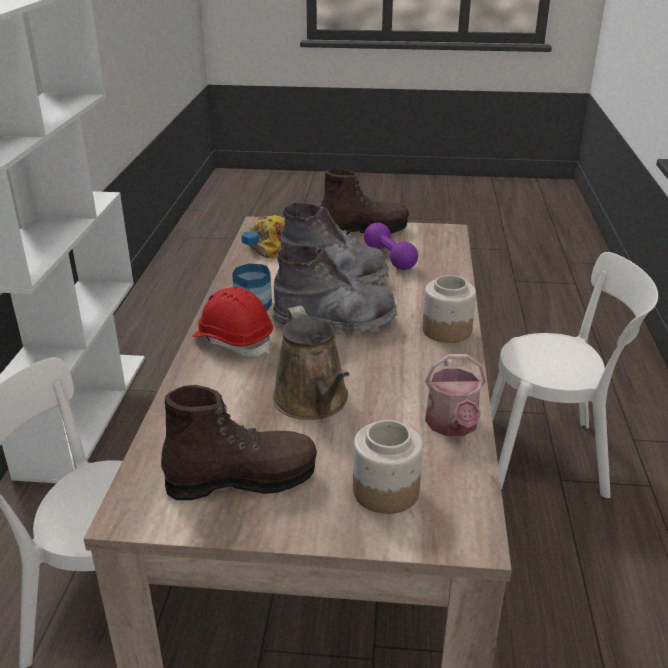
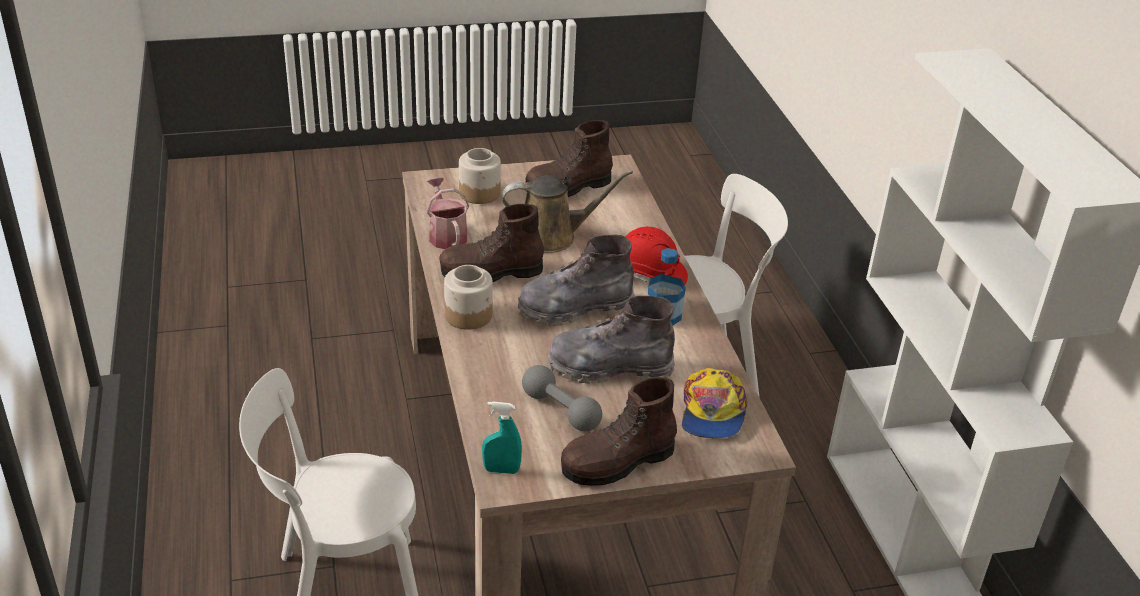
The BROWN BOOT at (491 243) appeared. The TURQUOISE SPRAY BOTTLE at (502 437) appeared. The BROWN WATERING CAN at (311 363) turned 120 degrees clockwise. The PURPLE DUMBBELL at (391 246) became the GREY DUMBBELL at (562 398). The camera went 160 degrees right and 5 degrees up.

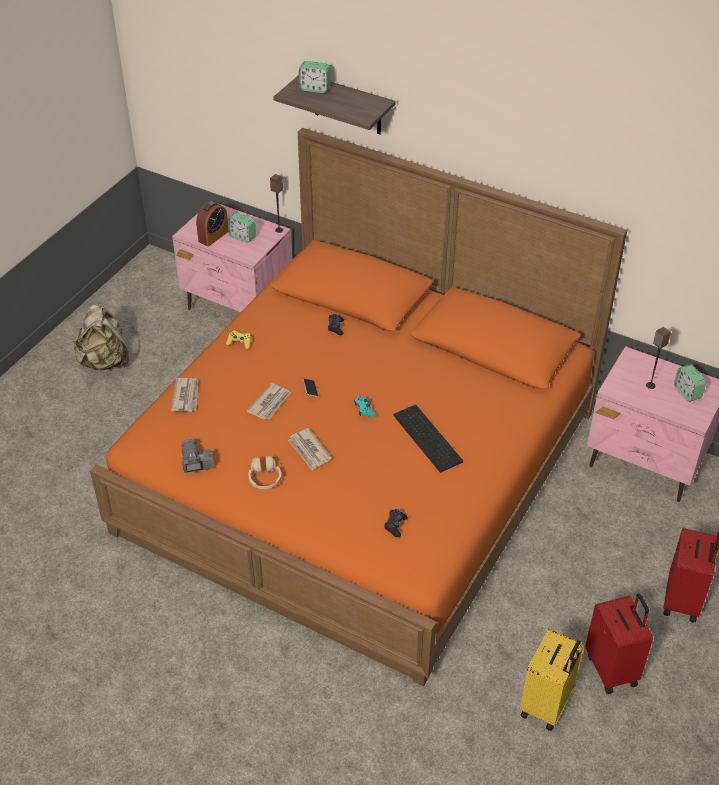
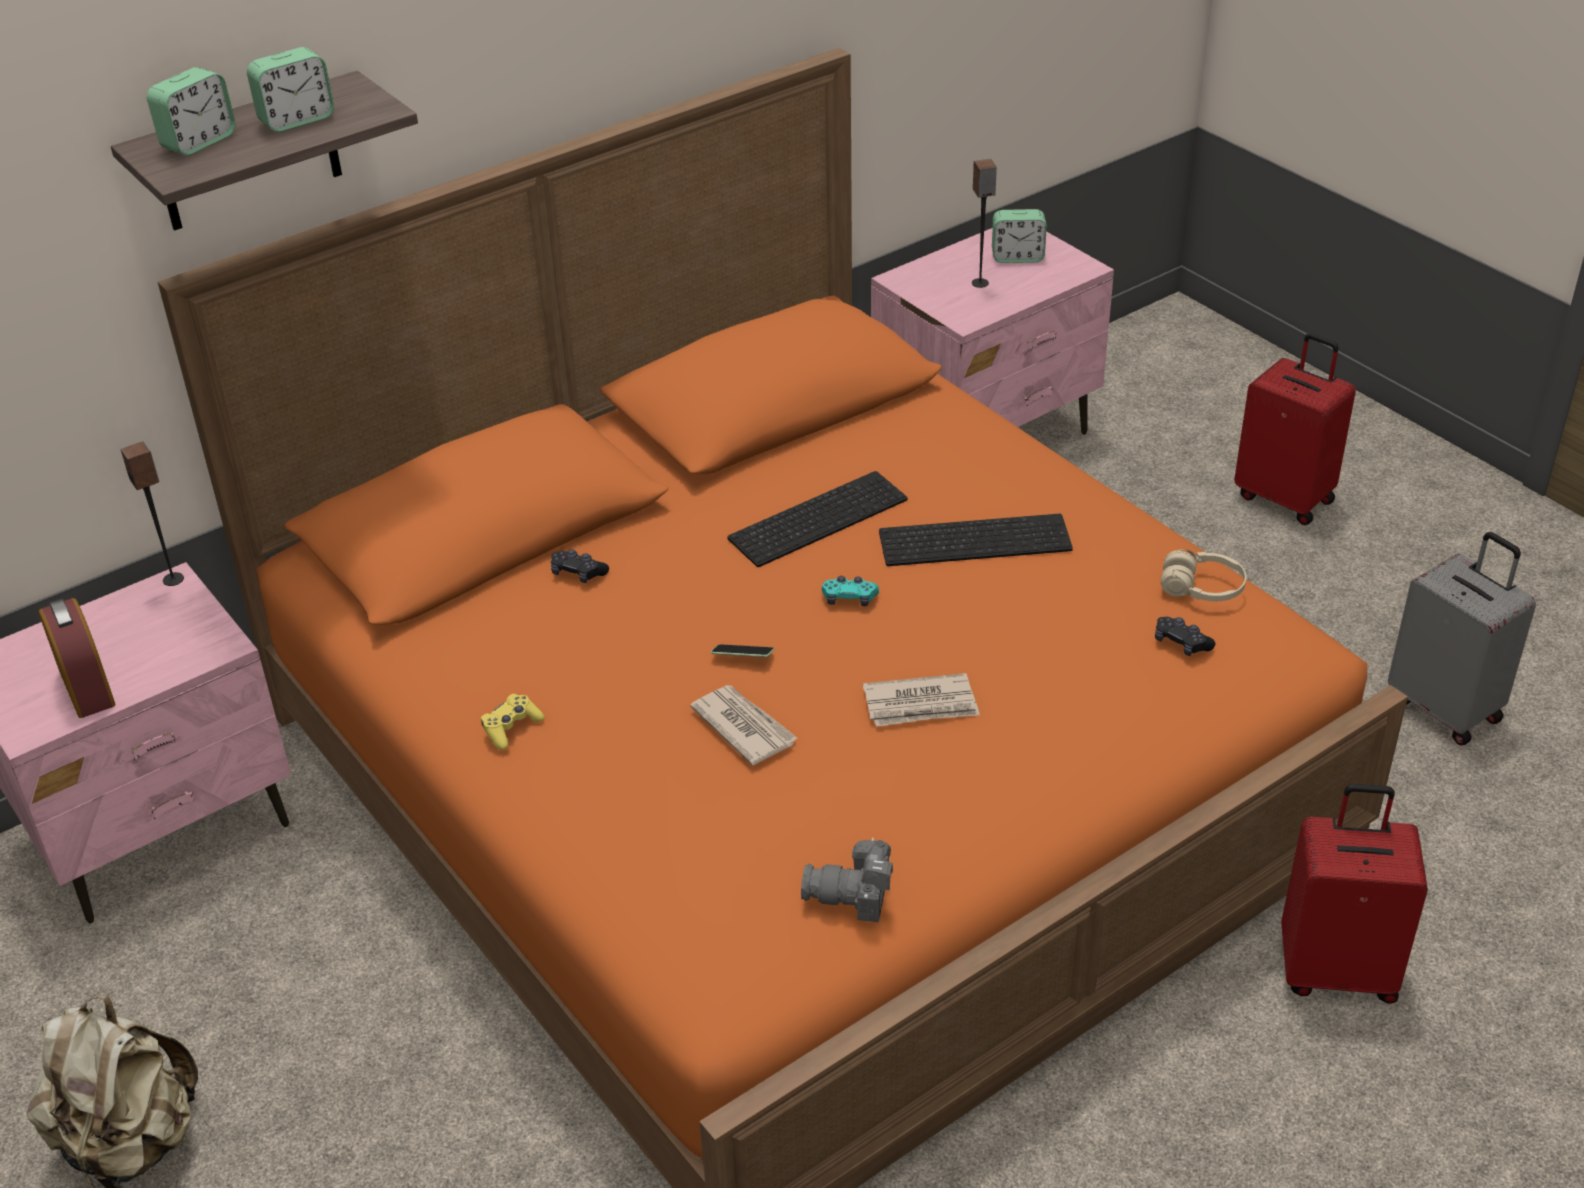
The ALARM CLOCK moved from (242 227) to (290 89). The KEYBOARD at (817 519) appeared. The BEIGE HEADPHONES moved from (264 472) to (1203 575). The RED SUITCASE moved from (619 643) to (1354 894). The YELLOW SUITCASE at (552 680) became the GREY SUITCASE at (1462 638). The NEWSPAPER at (184 395) disappeared. The camera went 65 degrees left and 5 degrees down.

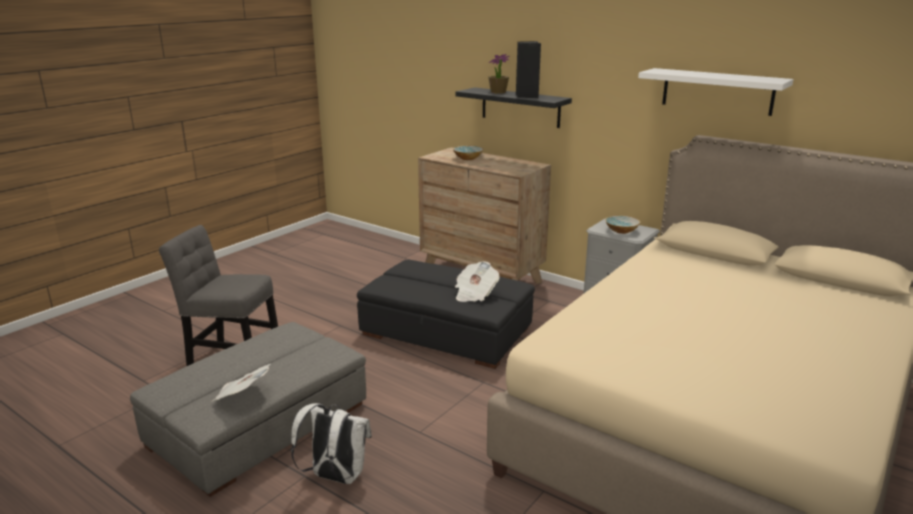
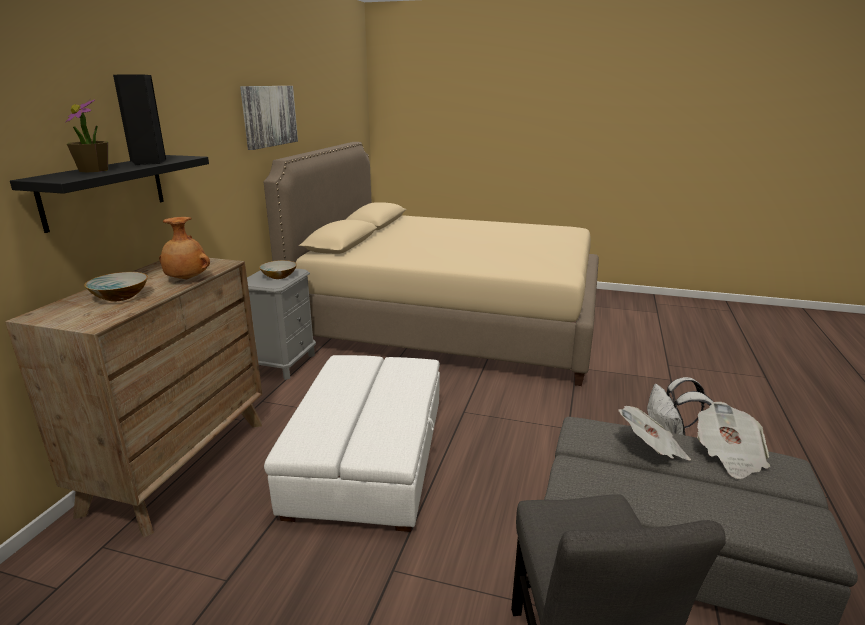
The BROWN VASE at (184 248) appeared. The WHITE SHELF at (715 92) was replaced by the PICTURE at (269 118). The BLACK OTTOMAN at (446 314) became the WHITE OTTOMAN at (352 443). The NEWSPAPER moved from (477 281) to (654 433). The camera went 110 degrees left and 0 degrees up.

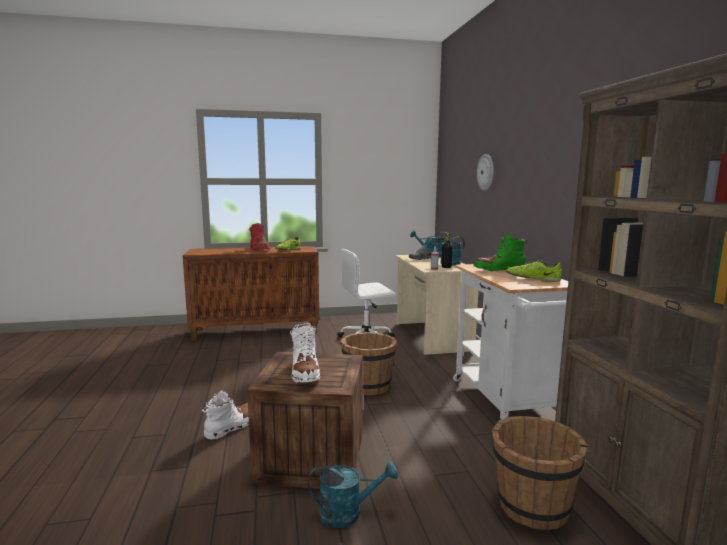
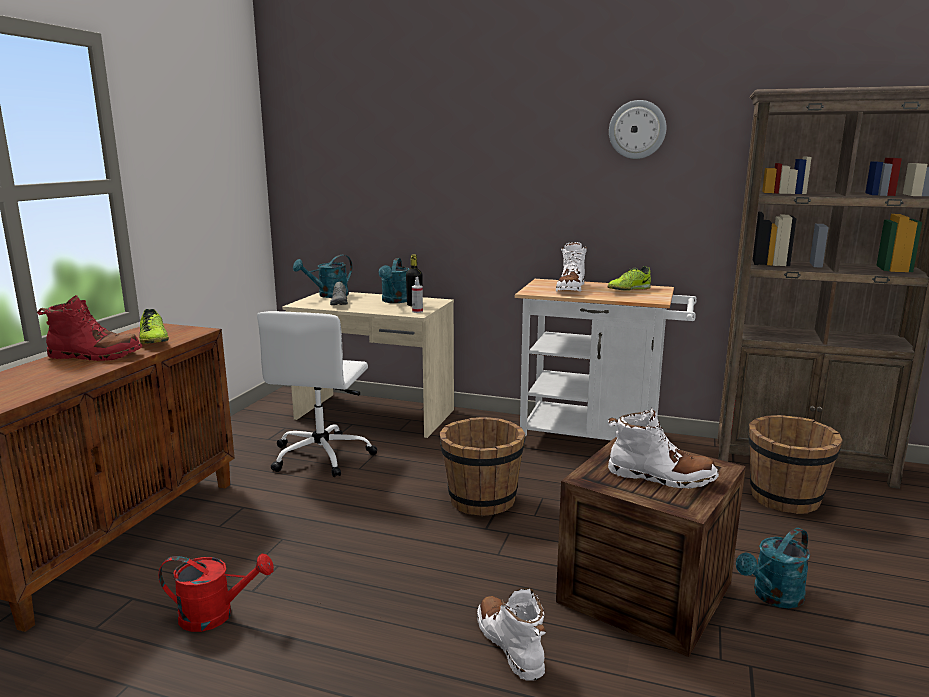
The RED WATERING CAN at (216 592) appeared. The GREEN BOOT at (501 252) became the WHITE BOOT at (571 267). The WALL CLOCK moved from (485 172) to (638 129). The TURQUOISE WATERING CAN at (353 494) turned 150 degrees counterclockwise. The camera went 60 degrees left and 5 degrees up.

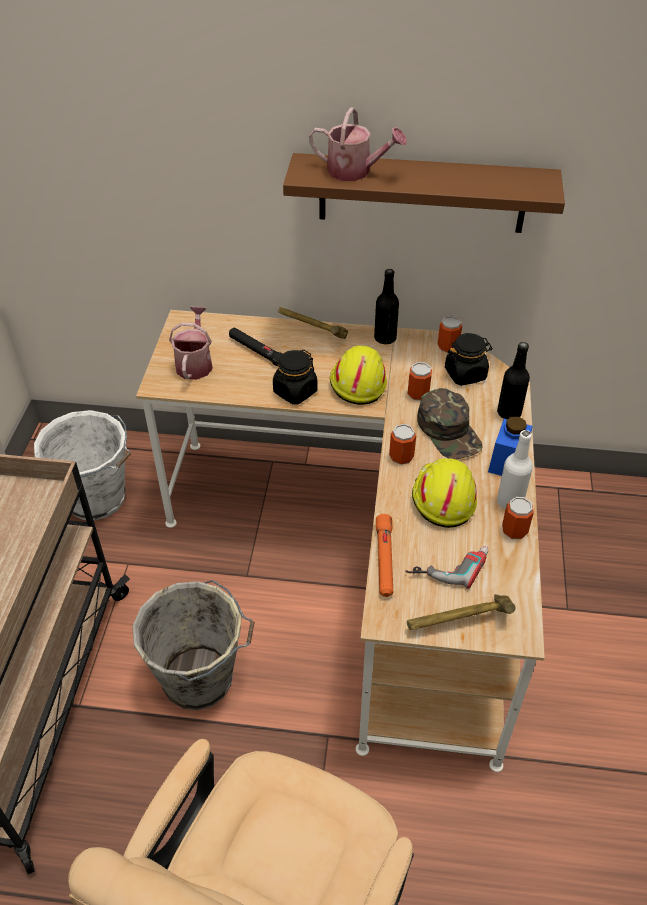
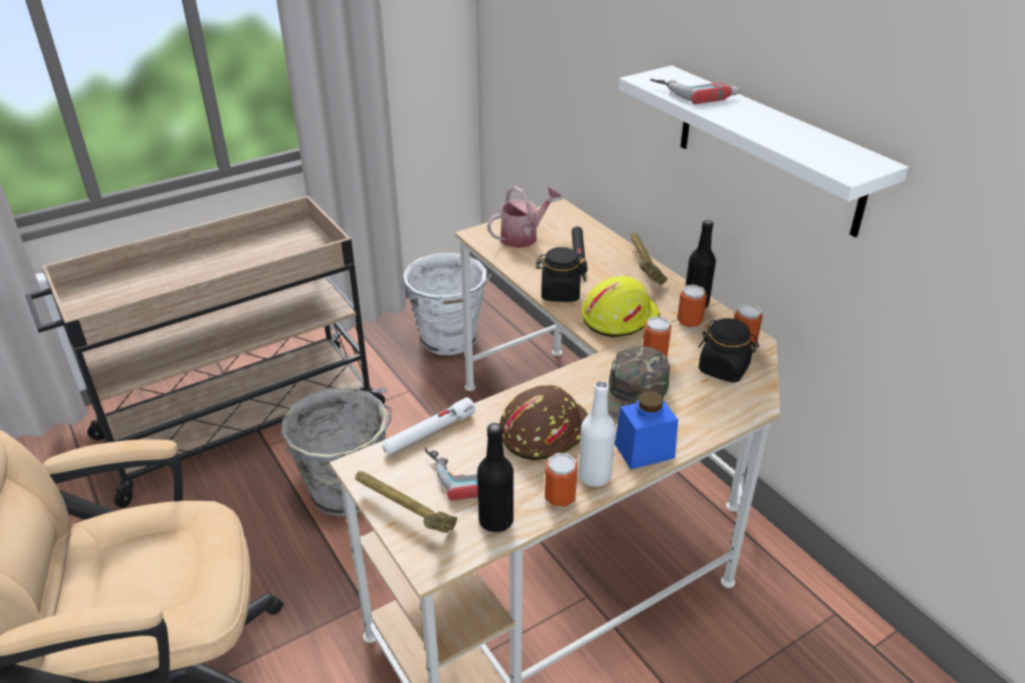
The ORANGE FLASHLIGHT at (384 555) became the WHITE FLASHLIGHT at (429 425). The BLACK BOTTLE moved from (513 380) to (495 477). The YELLOW HARD HAT at (444 493) became the BROWN HARD HAT at (543 423). The BROWN SHELF at (424 193) became the WHITE SHELF at (764 151). The WATERING CAN at (358 144) was replaced by the POWER DRILL at (695 91). The CAN moved from (402 444) to (692 306). The camera went 50 degrees right and 10 degrees down.

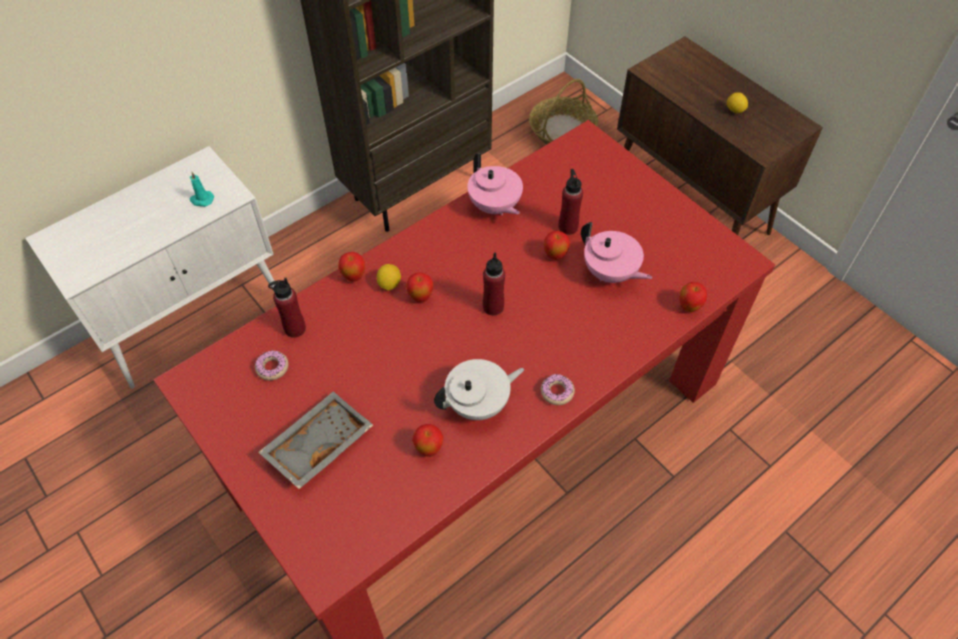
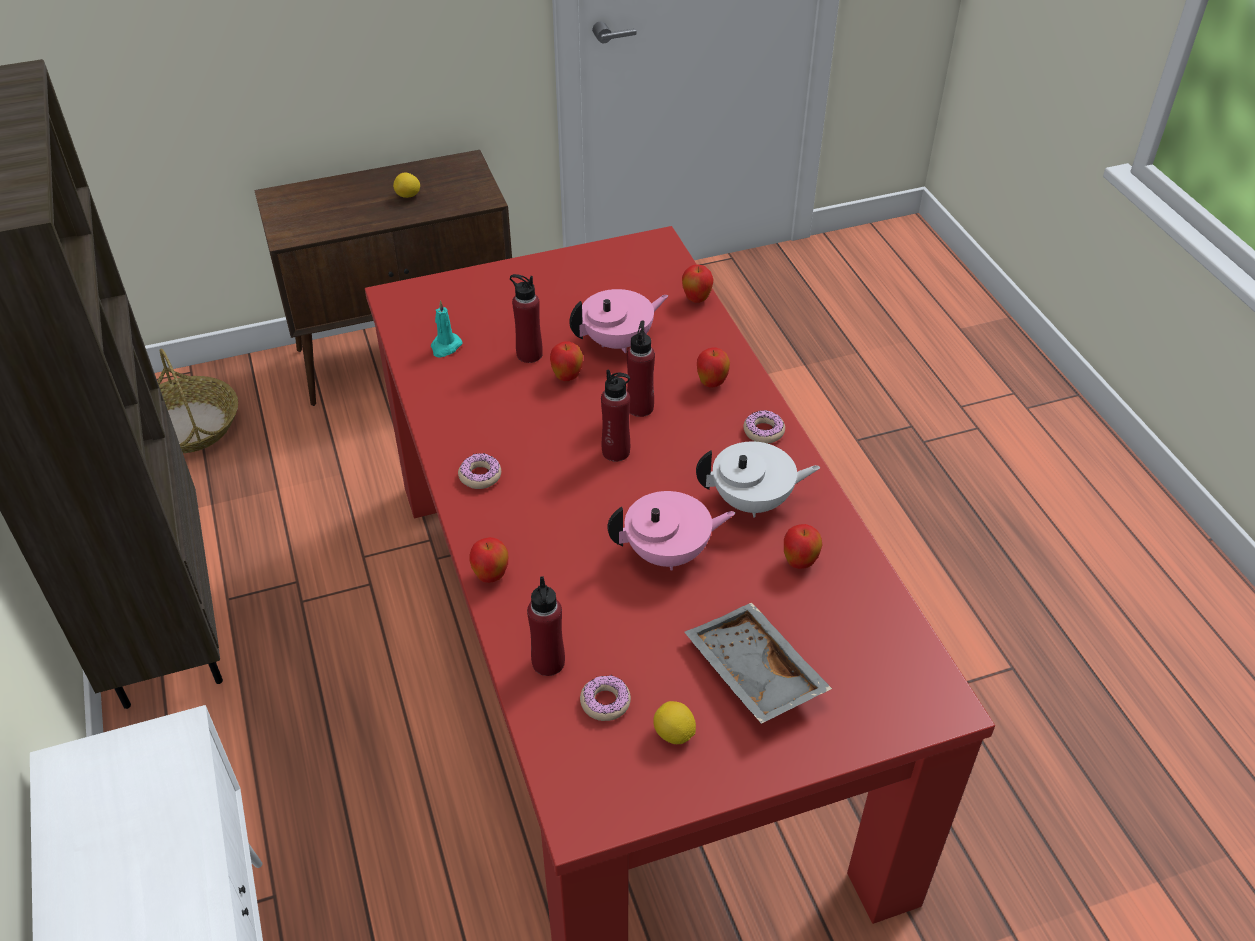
The TURQUOISE CANDLE moved from (202 189) to (446 329). The DONUT at (479 471) appeared. The PINK TEAPOT moved from (495 184) to (671 530). The RED BOTTLE at (641 368) appeared. The LEMON moved from (389 277) to (674 722). The WHITE TEAPOT at (479 389) turned 90 degrees clockwise. The APPLE moved from (419 287) to (713 367). The camera went 70 degrees left and 10 degrees down.

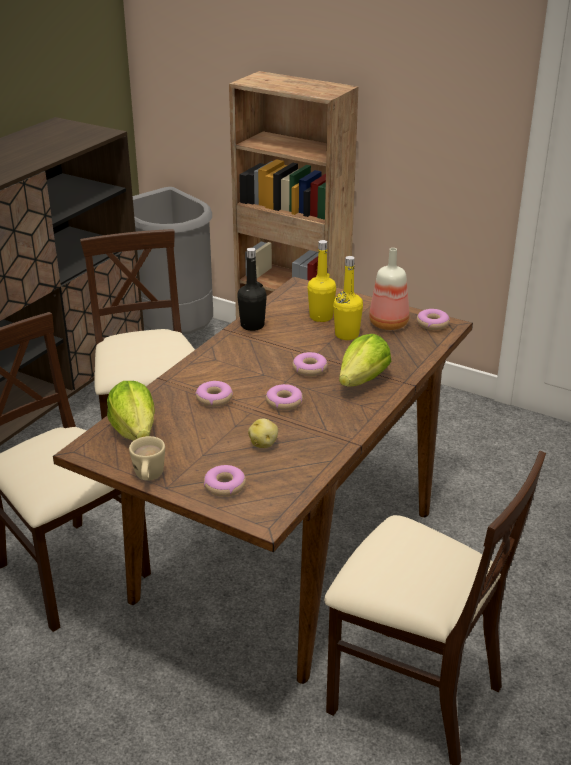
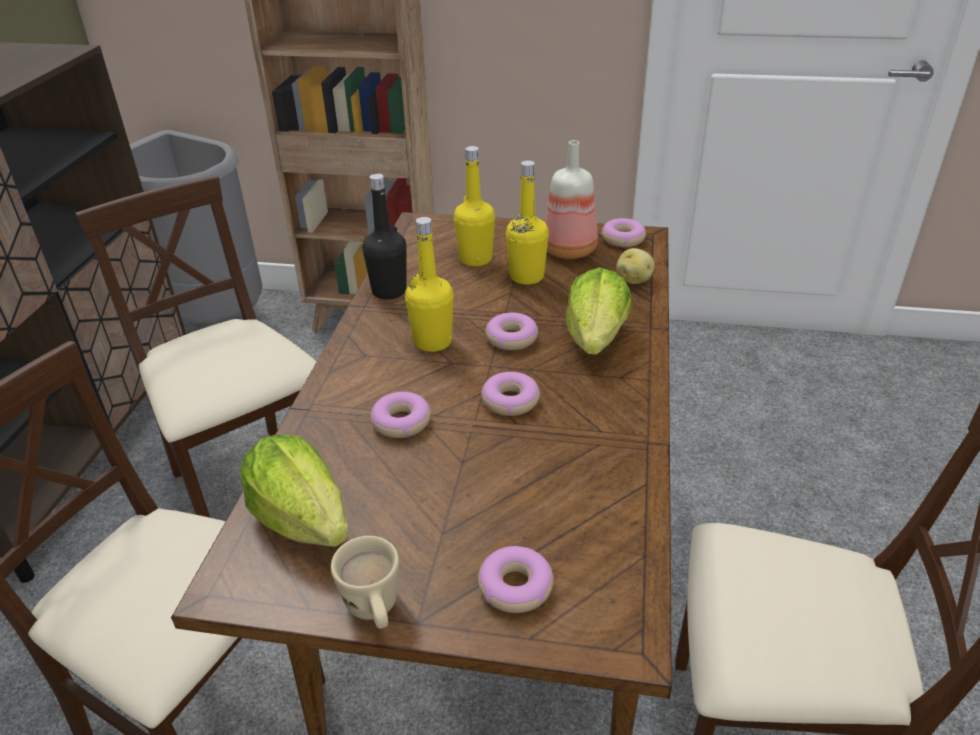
The YELLOW BOTTLE at (429 284) appeared. The POTATO moved from (263 433) to (635 266). The camera went 20 degrees left and 5 degrees up.

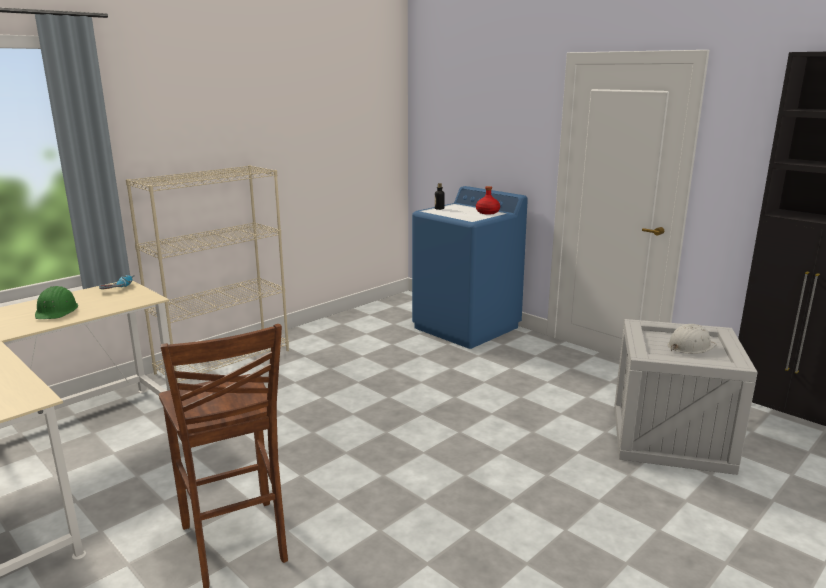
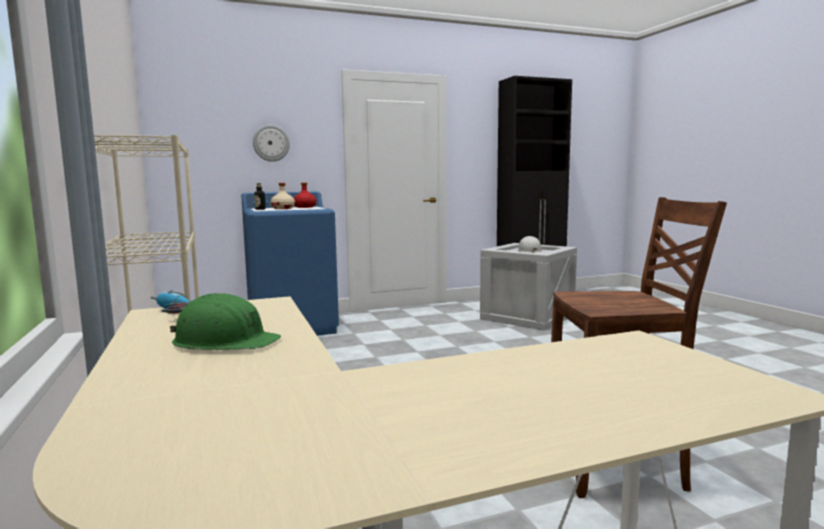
The WALL CLOCK at (271 143) appeared. The BEIGE BOTTLE at (283 196) appeared. The camera went 65 degrees left and 10 degrees down.

